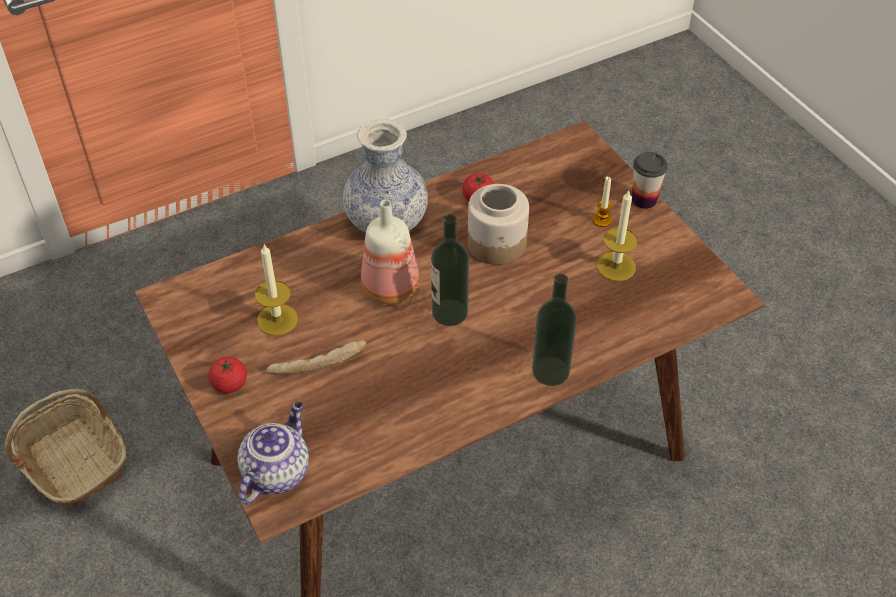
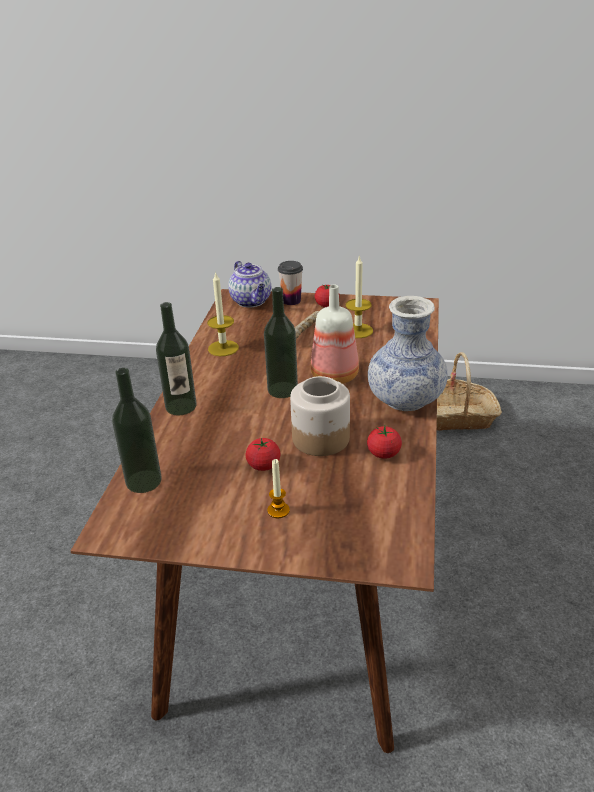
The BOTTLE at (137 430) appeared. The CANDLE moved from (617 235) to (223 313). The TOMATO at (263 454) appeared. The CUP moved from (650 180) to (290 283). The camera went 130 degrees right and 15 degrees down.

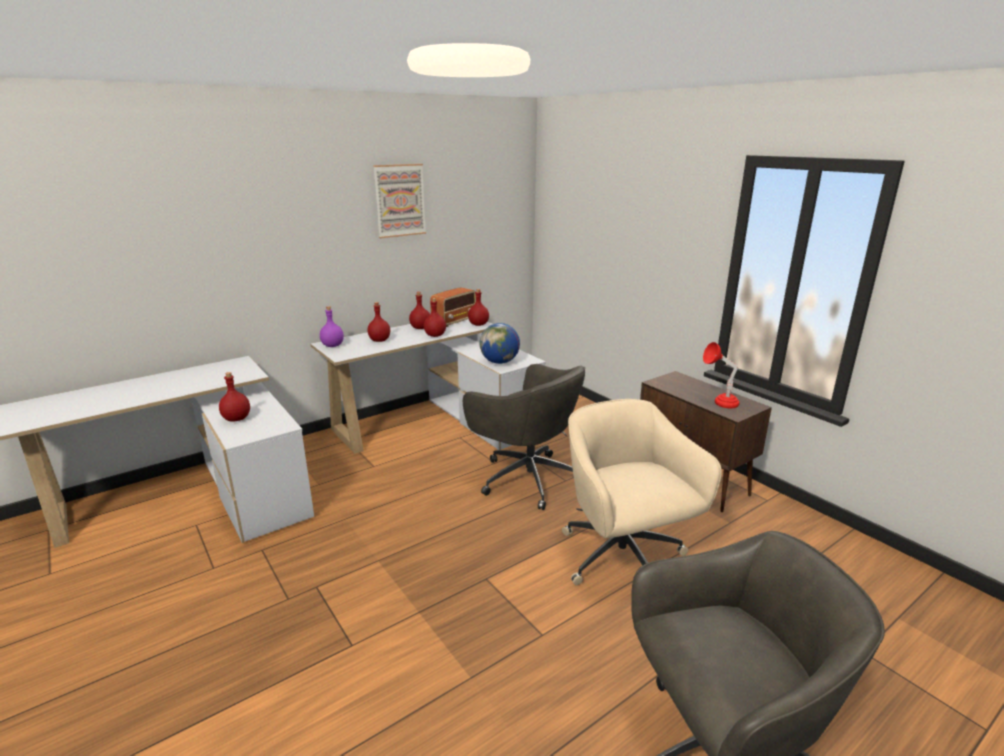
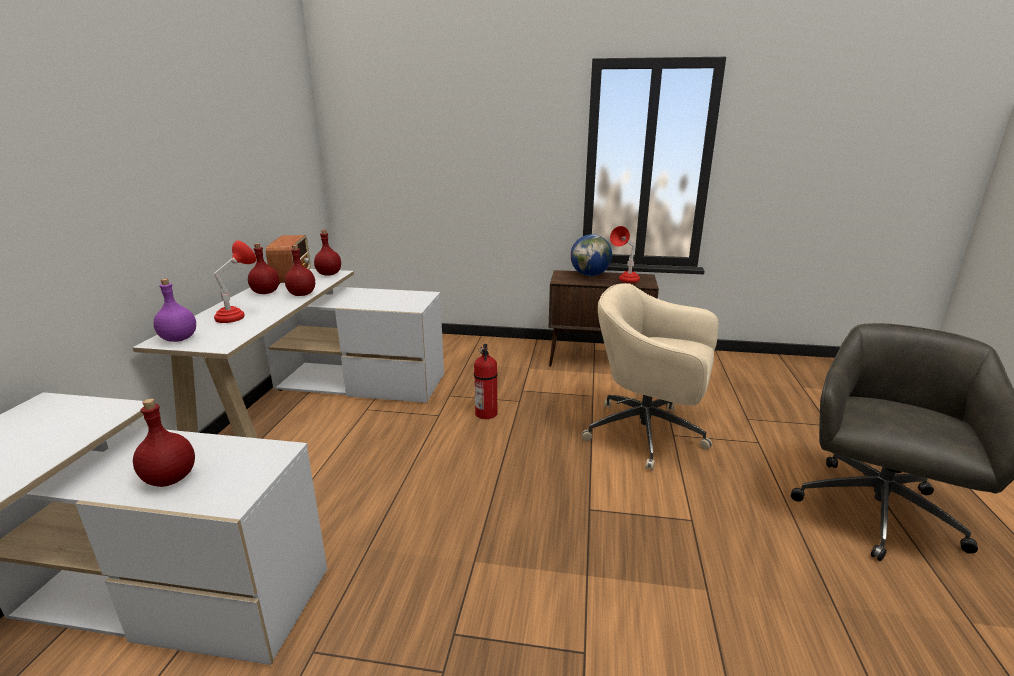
The RED BOTTLE at (378 322) was replaced by the RED TABLE LAMP at (234 282). The GREY OFFICE CHAIR at (524 437) was replaced by the FIRE EXTINGUISHER at (486 381). The GLOBE moved from (499 343) to (591 255). The PICTURE at (399 201) disappeared. The camera went 45 degrees left and 0 degrees up.

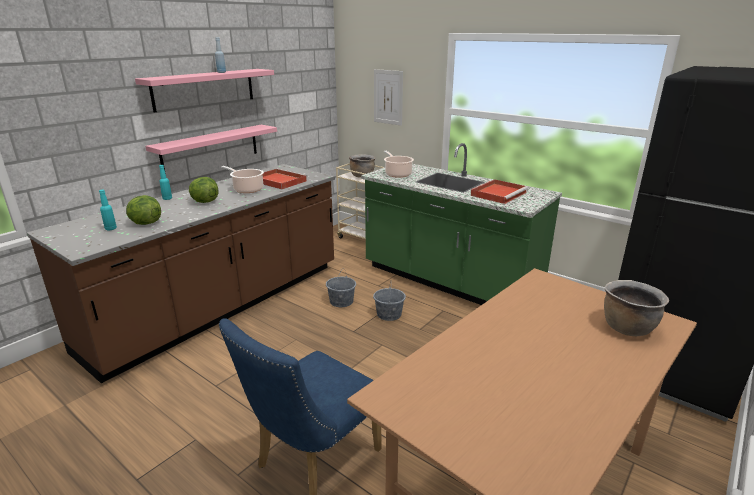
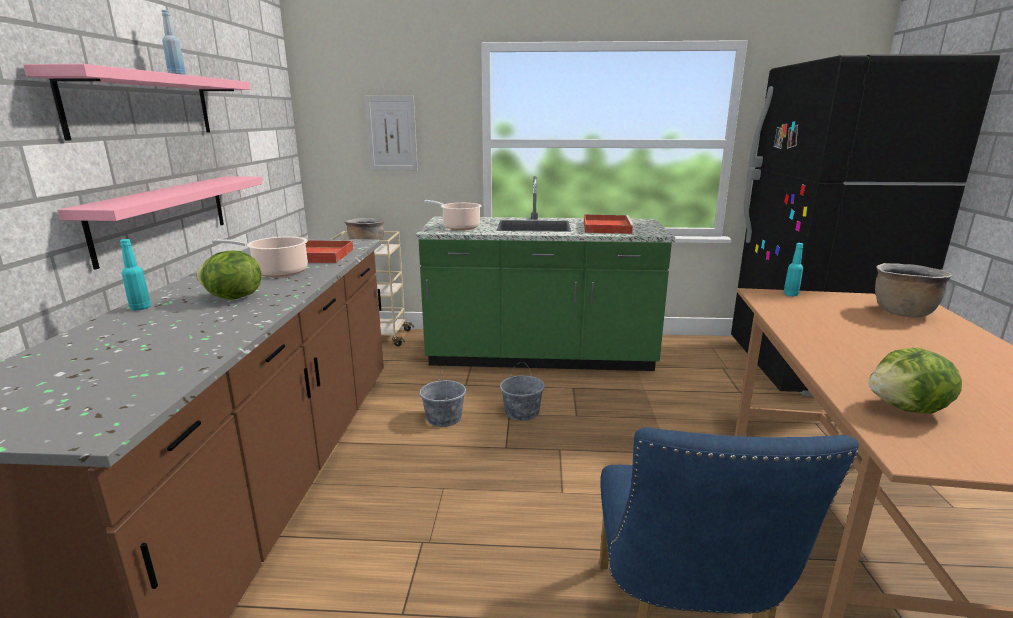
The TURQUOISE BOTTLE moved from (108 210) to (793 269). The LETTUCE moved from (143 210) to (915 381). The camera went 35 degrees left and 5 degrees down.

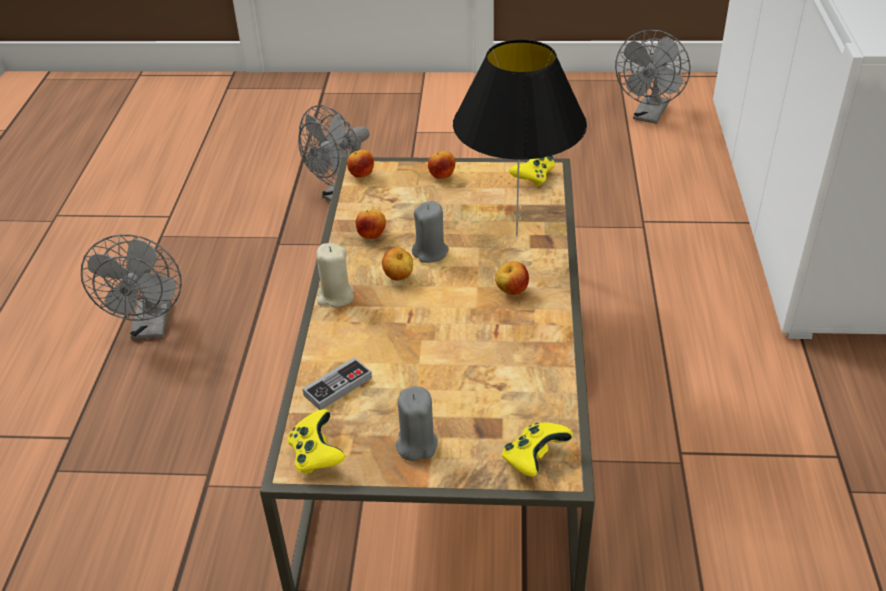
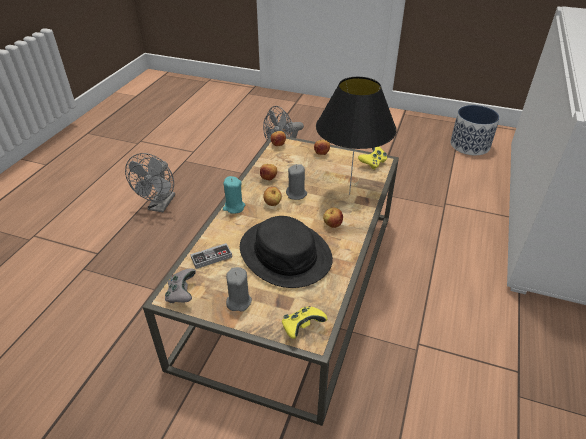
The YELLOW GAME CONTROLLER at (316 441) became the GREY GAME CONTROLLER at (180 286). The BEIGE CANDLE at (335 275) became the TURQUOISE CANDLE at (234 195). The BLACK HAT at (286 252) appeared. The GREY FAN at (653 77) was replaced by the PLANTER at (475 130). The camera went 15 degrees right and 0 degrees up.

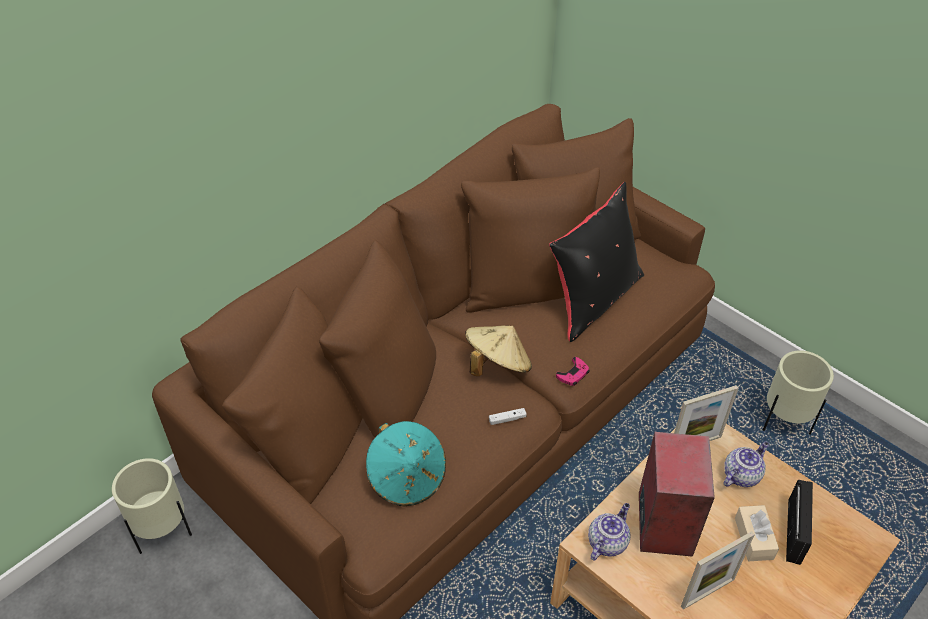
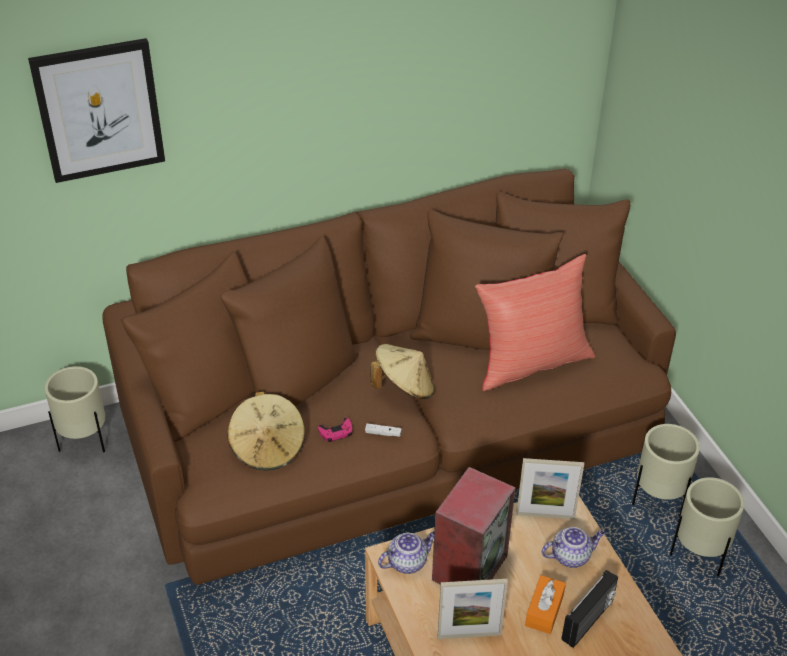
The PICTURE at (96 110) appeared. The TURQUOISE HAT at (406 463) became the BEIGE HAT at (266 431). The PINK GAME CONTROLLER moved from (573 371) to (335 430). The BLACK PILLOW at (596 262) became the RED PILLOW at (535 322). The BEIGE TISSUE BOX at (757 533) became the ORANGE TISSUE BOX at (545 604). The BEIGE PLANTER at (666 470) appeared. The camera went 25 degrees right and 5 degrees down.

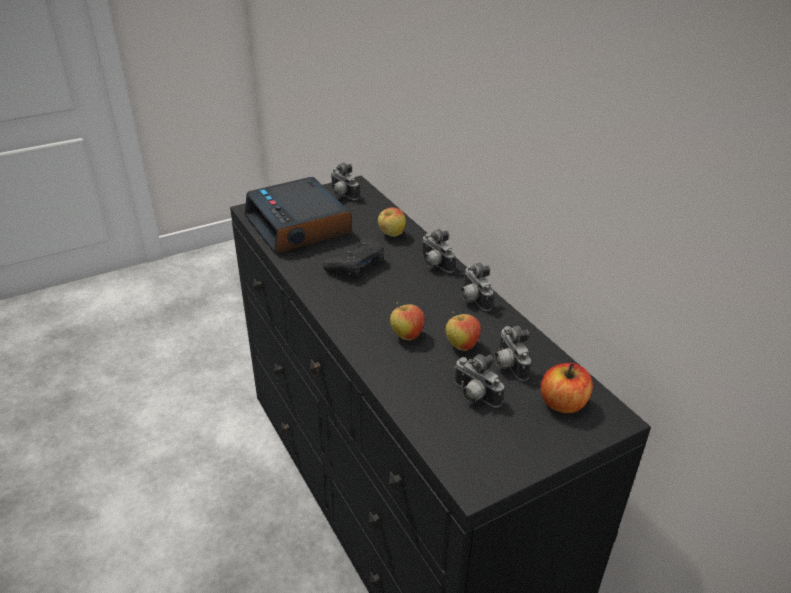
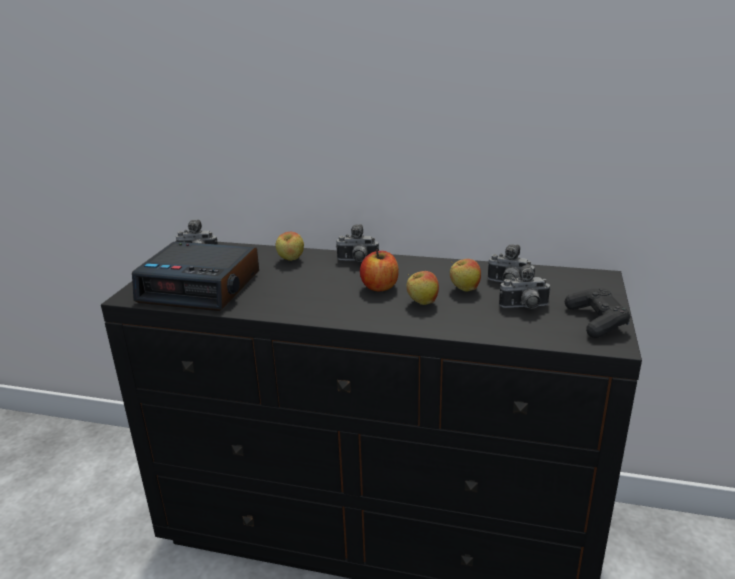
The APPLE moved from (567 388) to (379 270). The BLACK GAME CONTROLLER moved from (353 257) to (597 313). The PHOTO CAMERA at (477 287) disappeared. The camera went 45 degrees left and 10 degrees down.

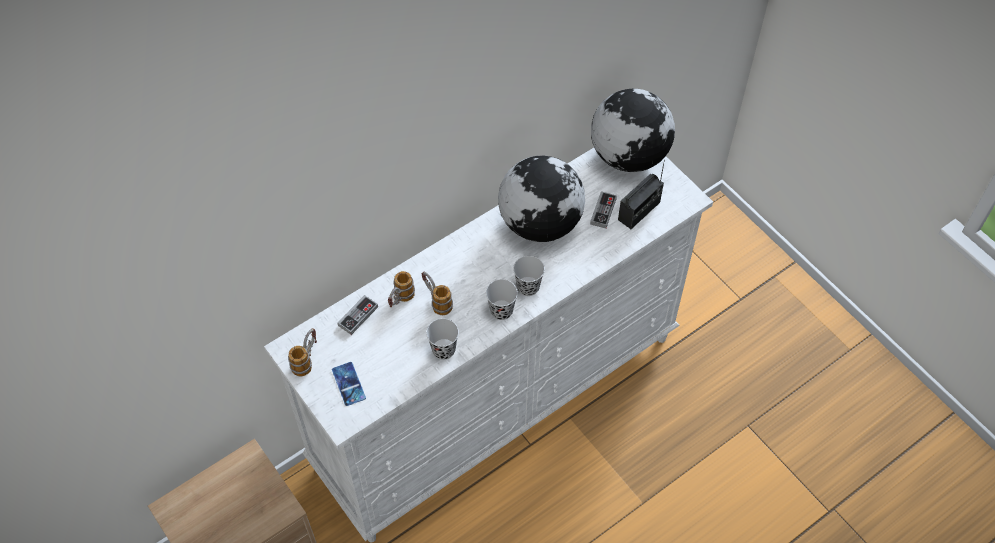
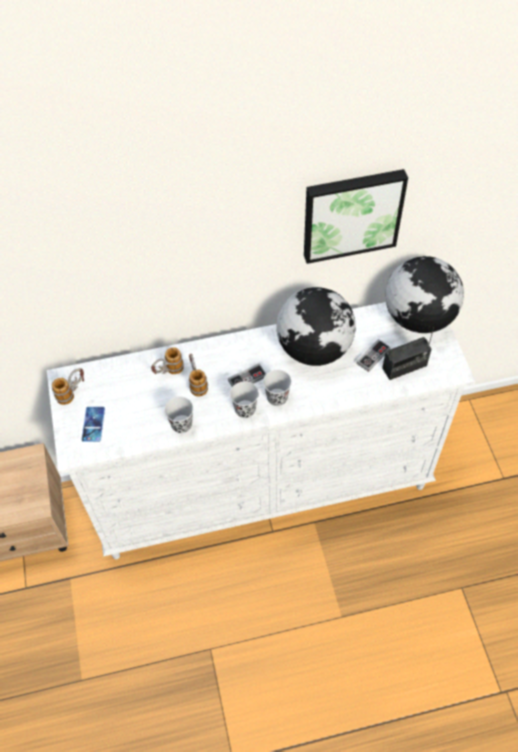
The GAME CONTROLLER moved from (358 315) to (247 375). The PICTURE at (356 216) appeared. The camera went 25 degrees right and 0 degrees up.

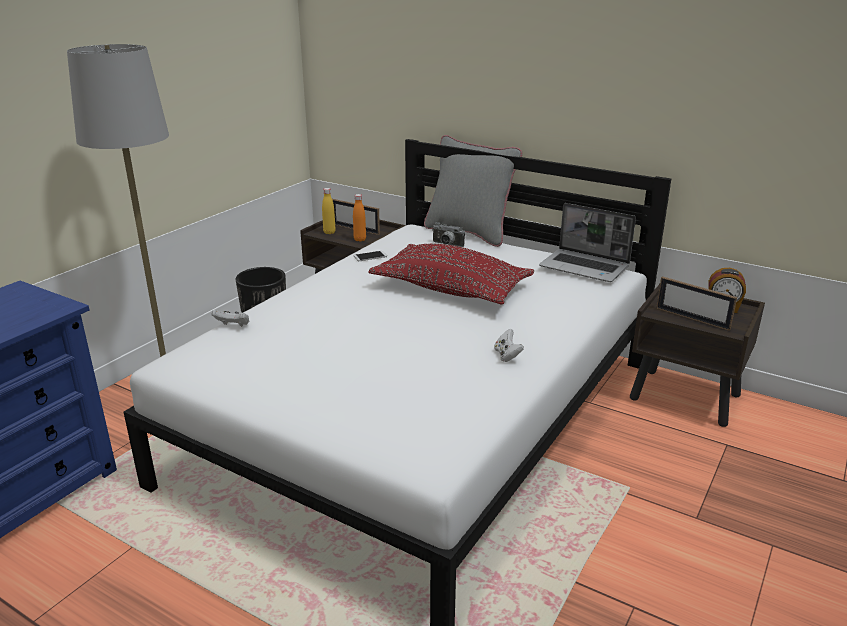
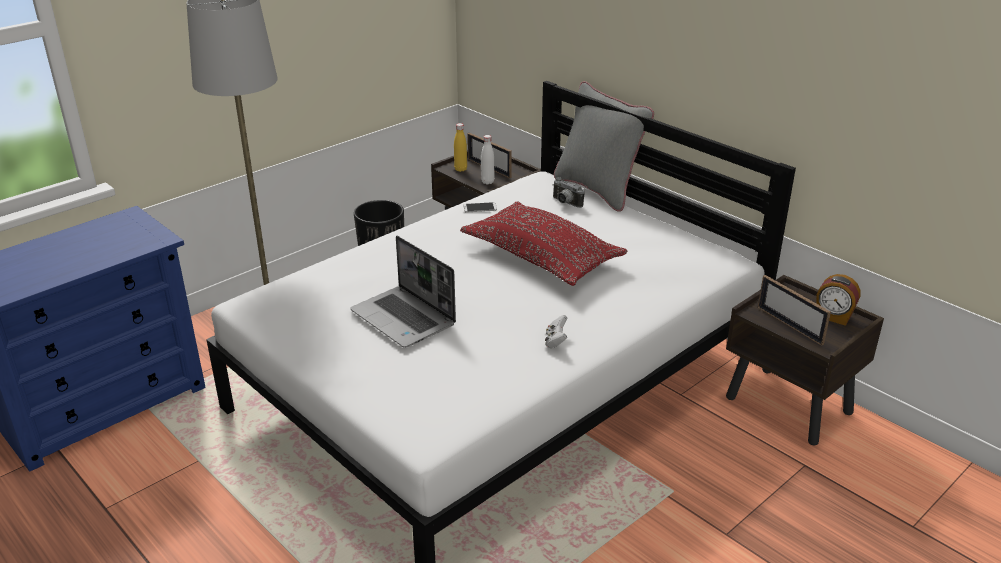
The LAPTOP moved from (587 242) to (403 292). The ORANGE BOTTLE at (359 218) became the WHITE BOTTLE at (487 159). The WHITE GAME CONTROLLER at (230 318) disappeared. The camera went 15 degrees right and 5 degrees up.

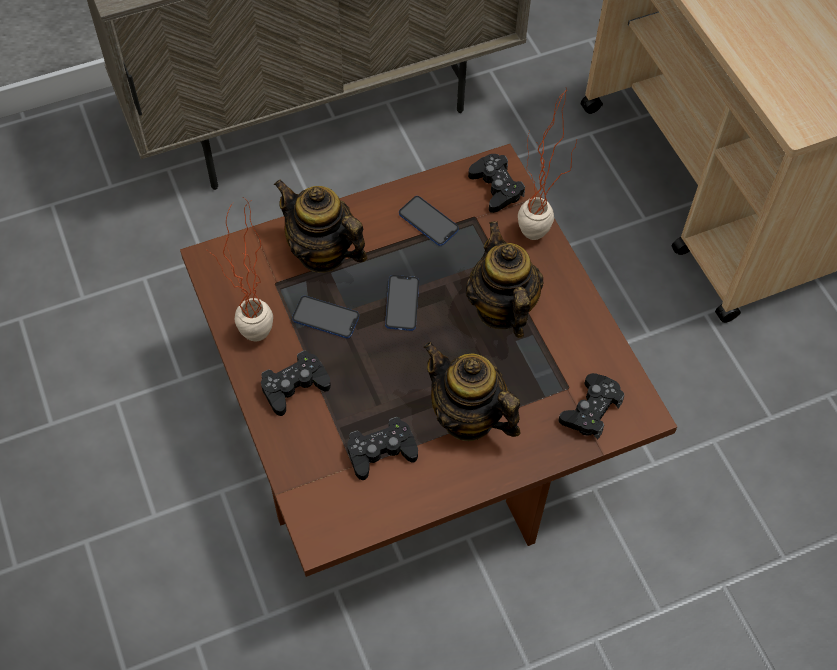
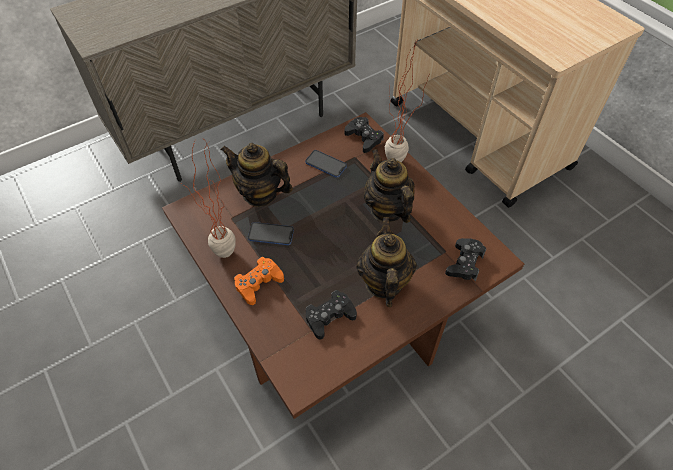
The BLACK GAME CONTROLLER at (296 383) became the ORANGE GAME CONTROLLER at (259 281). The TEAPOT at (471 391) turned 60 degrees clockwise. The PHONE at (402 303) disappeared. The camera went 10 degrees left and 5 degrees down.

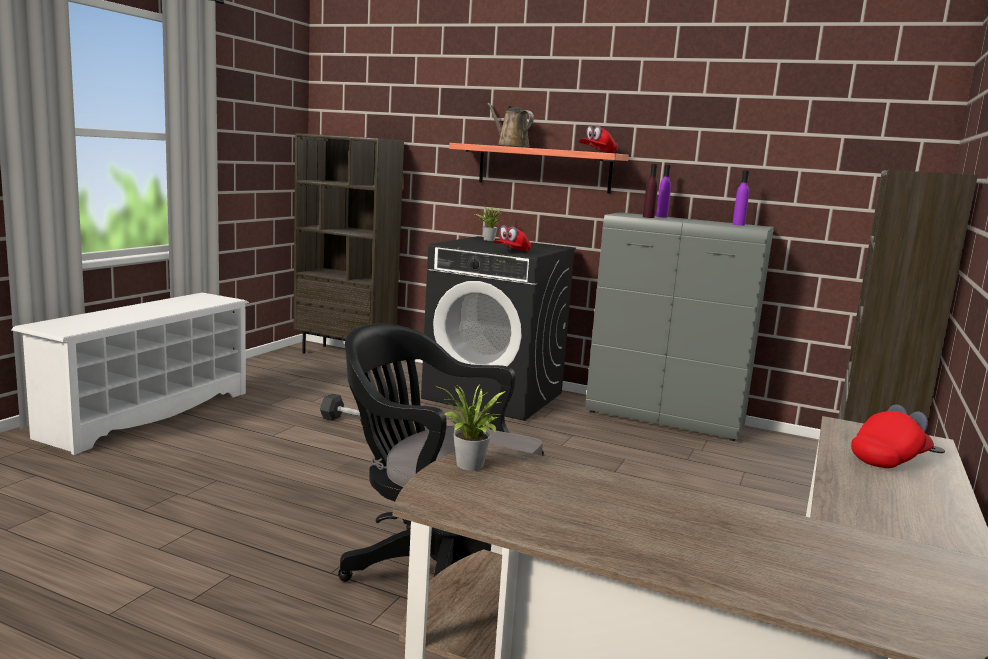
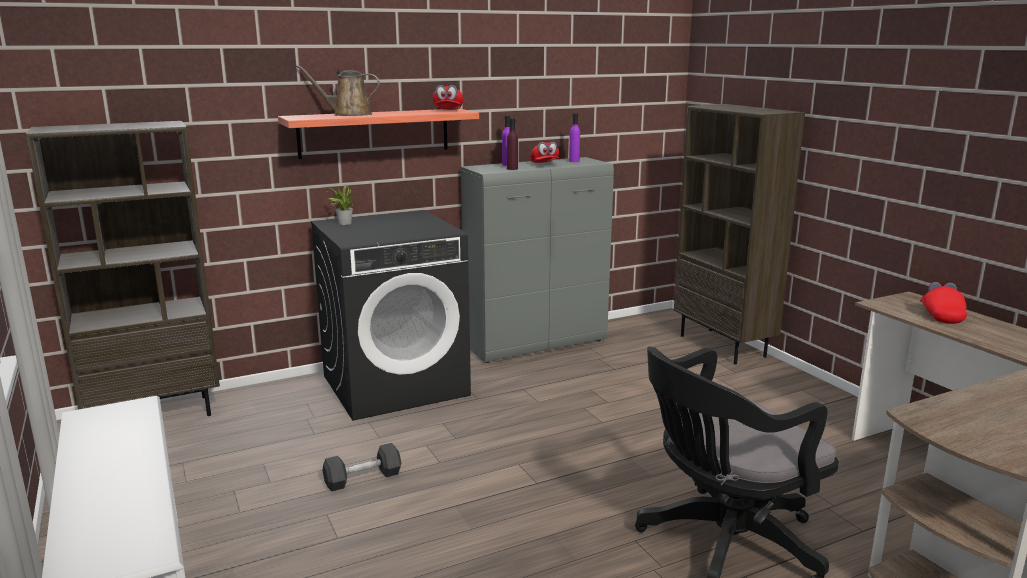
The RED CAP moved from (512 238) to (545 152). The POTTED PLANT at (472 426) disappeared. The camera went 50 degrees left and 5 degrees up.

